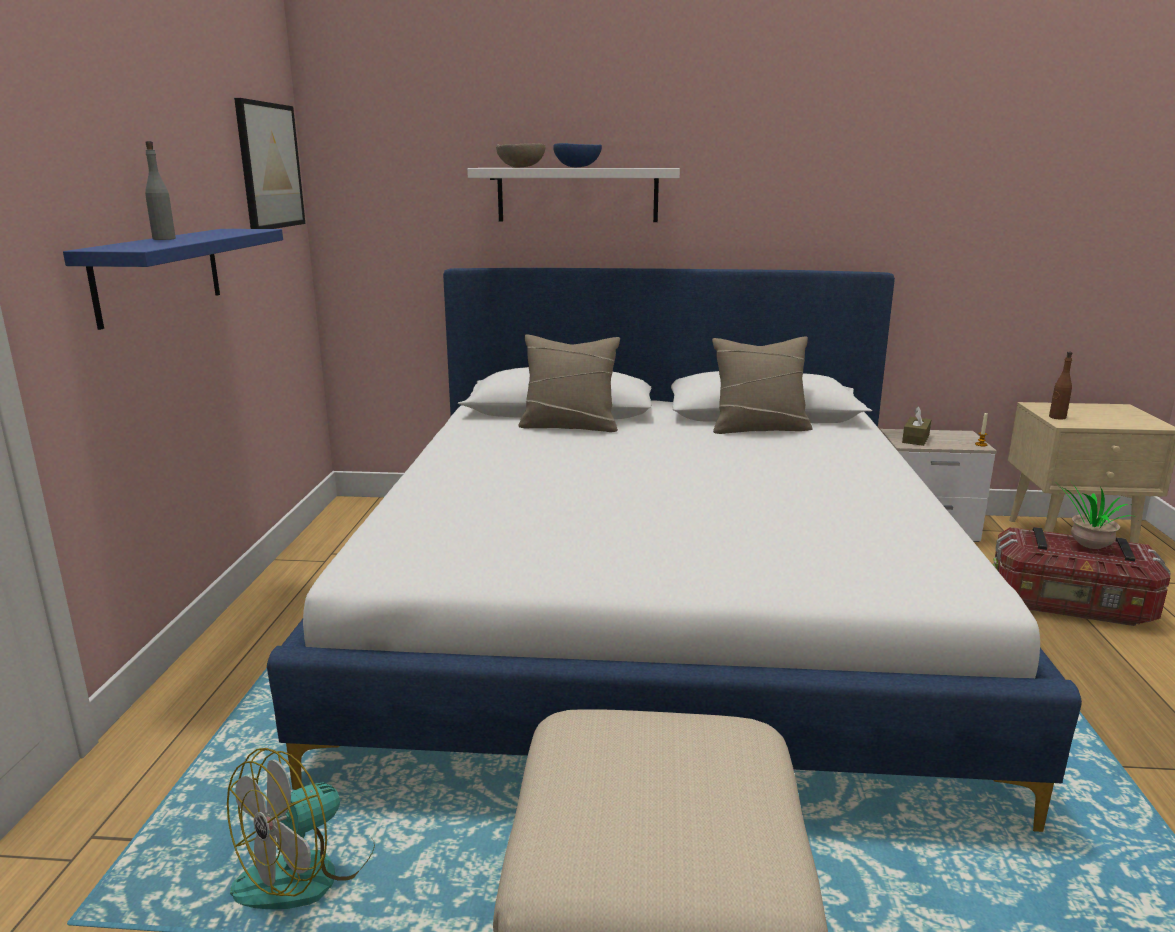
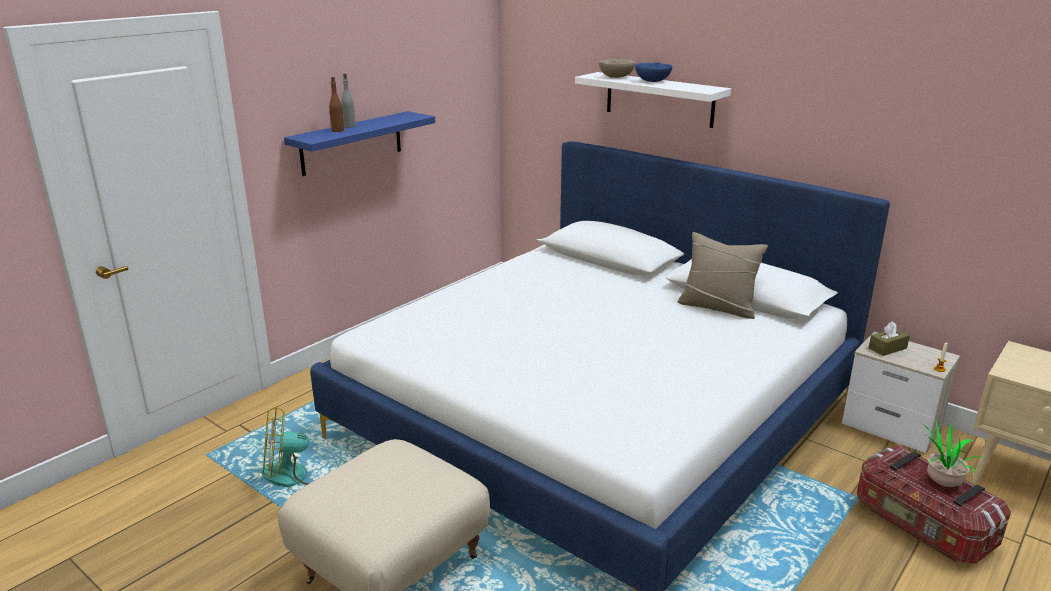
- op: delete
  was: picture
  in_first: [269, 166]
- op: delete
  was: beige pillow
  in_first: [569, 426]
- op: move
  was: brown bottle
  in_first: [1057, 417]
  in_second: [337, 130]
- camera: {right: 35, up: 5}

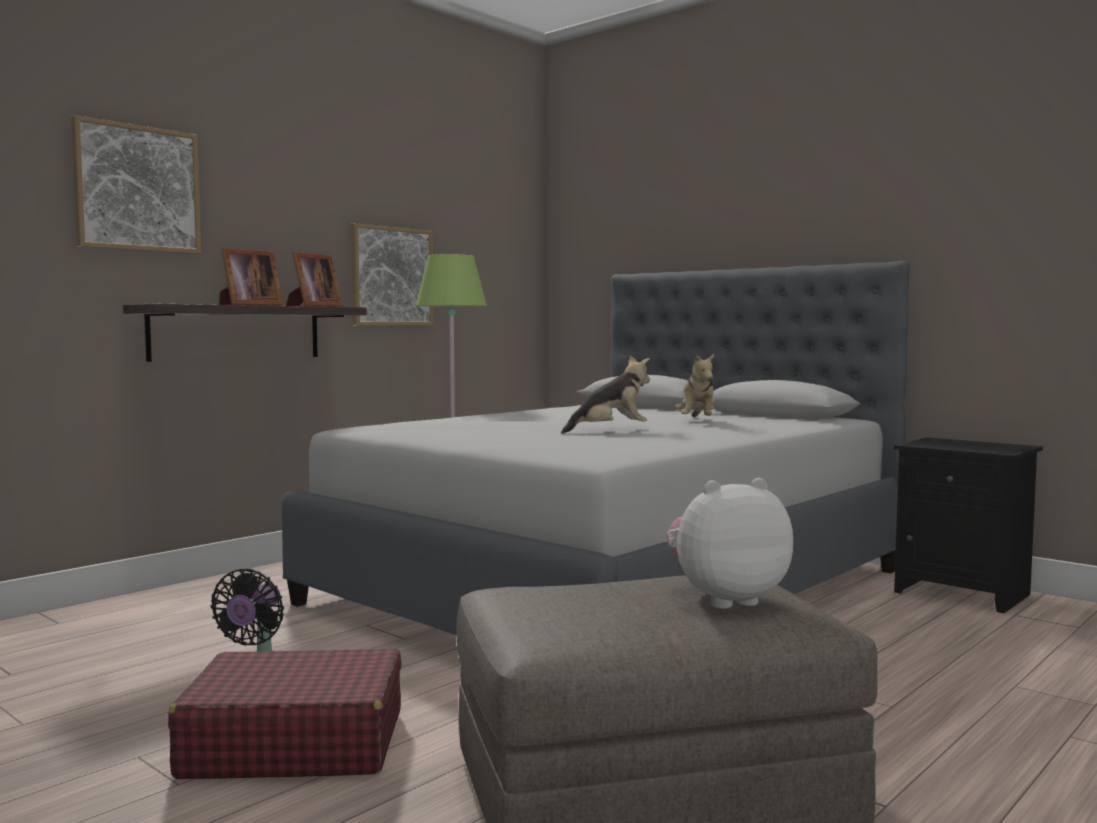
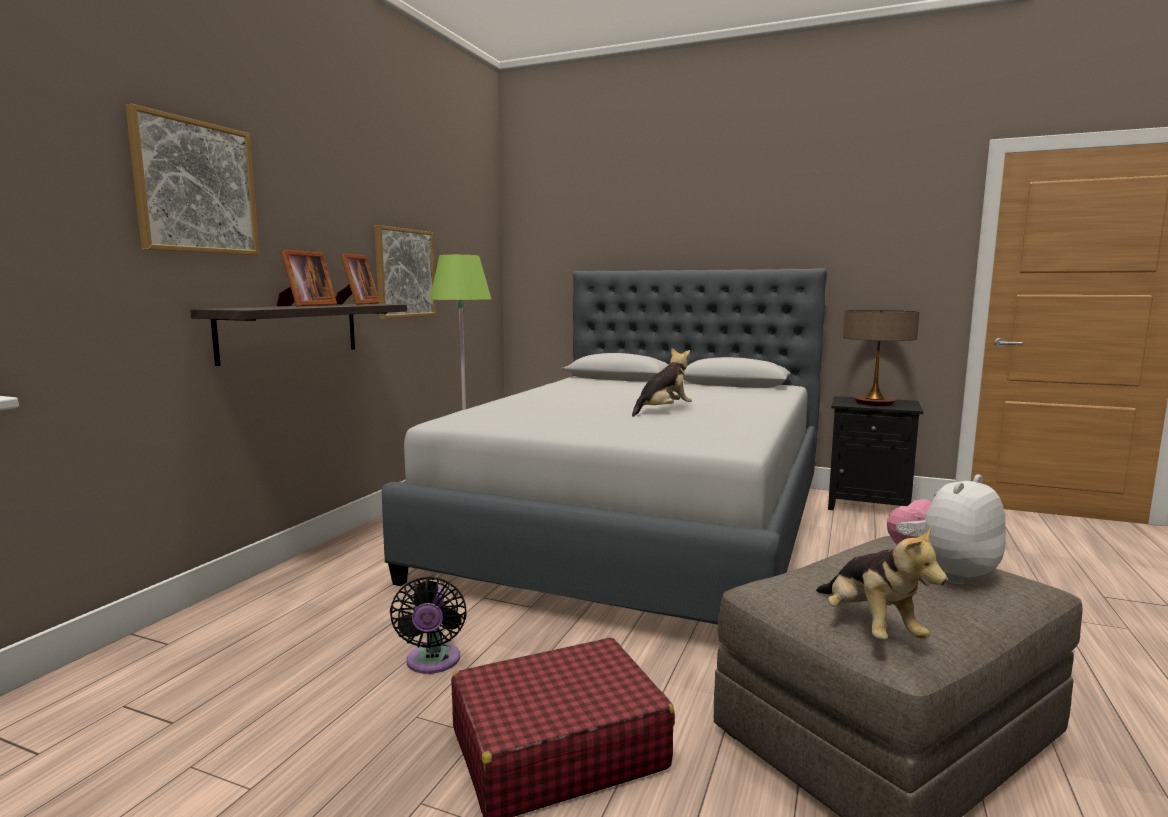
- op: move
  was: plush toy
  in_first: [697, 421]
  in_second: [869, 627]
- op: insert
  now: table lamp
  in_second: [874, 403]
- camera: {right: -20, up: 5}

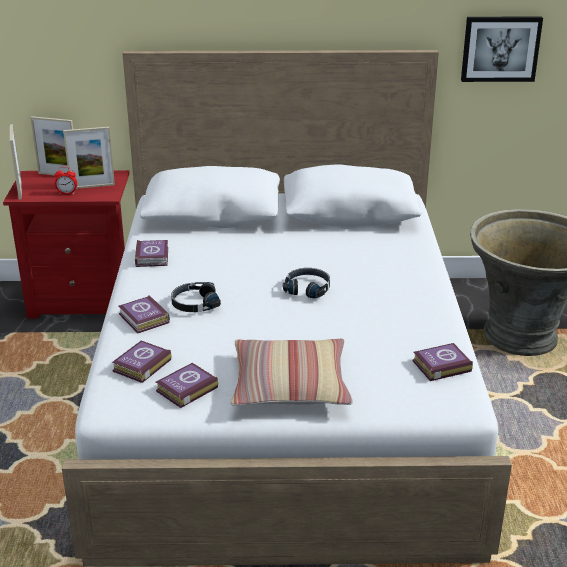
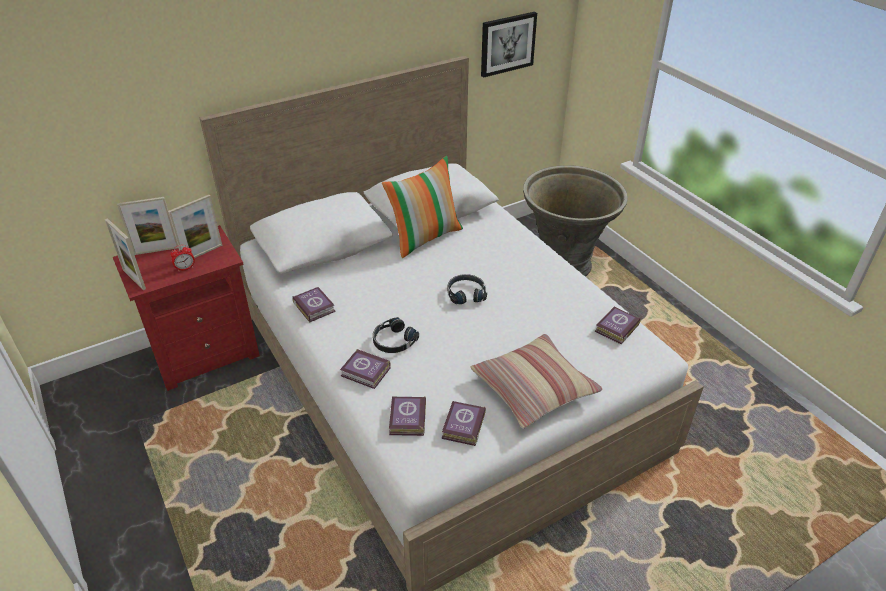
- op: insert
  now: pillow
  in_second: [425, 237]
- camera: {right: -30, up: 10}

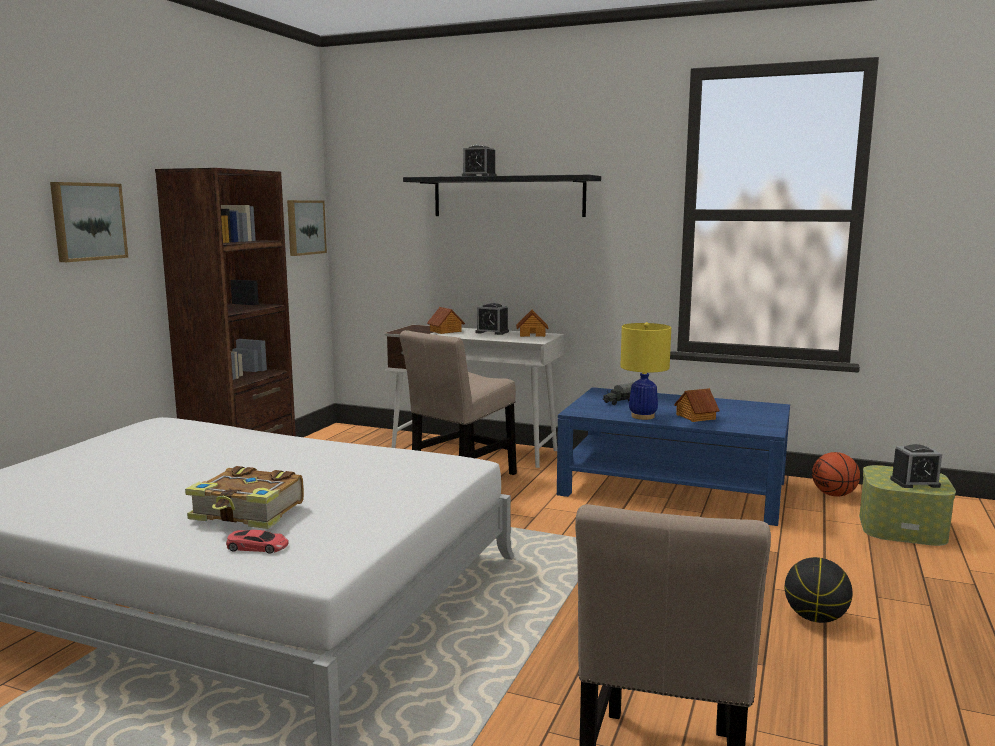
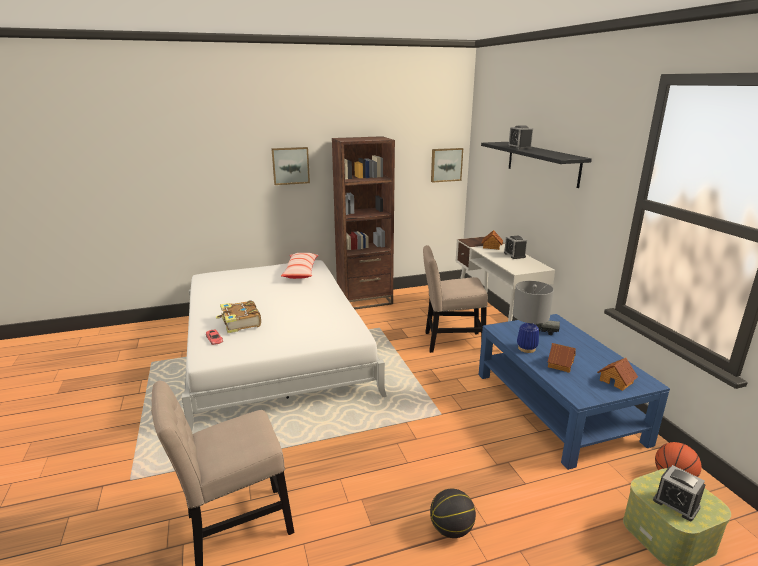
- op: move
  was: toy house
  in_first: [532, 334]
  in_second: [616, 381]
- op: recolor
  was: yellow table lamp
  now: grey table lamp
  in_first: [642, 416]
  in_second: [526, 348]
- op: insert
  now: pillow
  in_second: [301, 271]
- camera: {right: 50, up: 10}

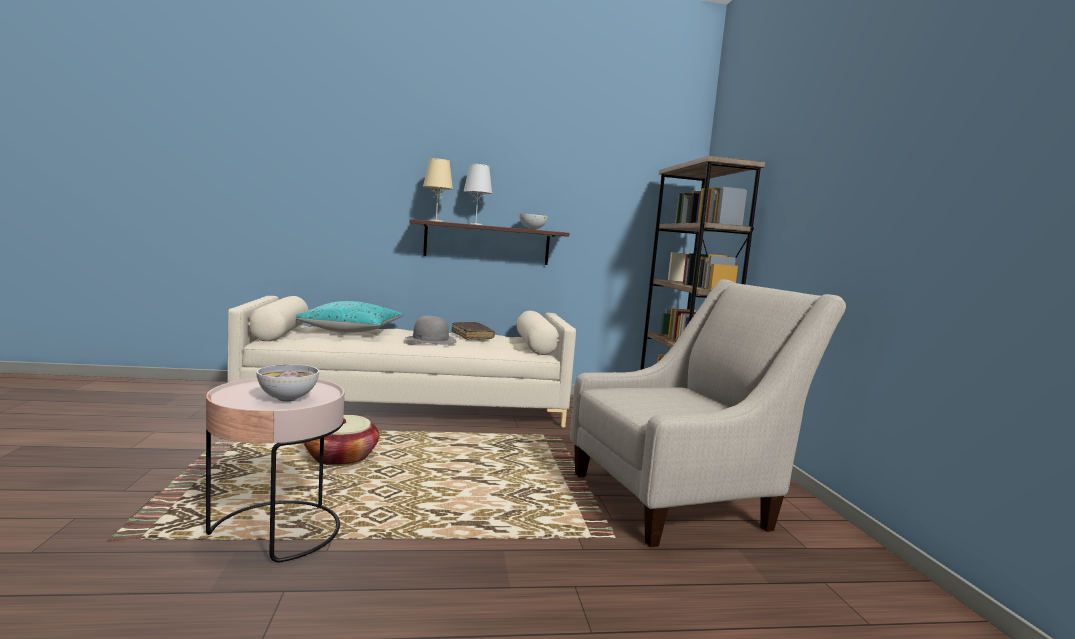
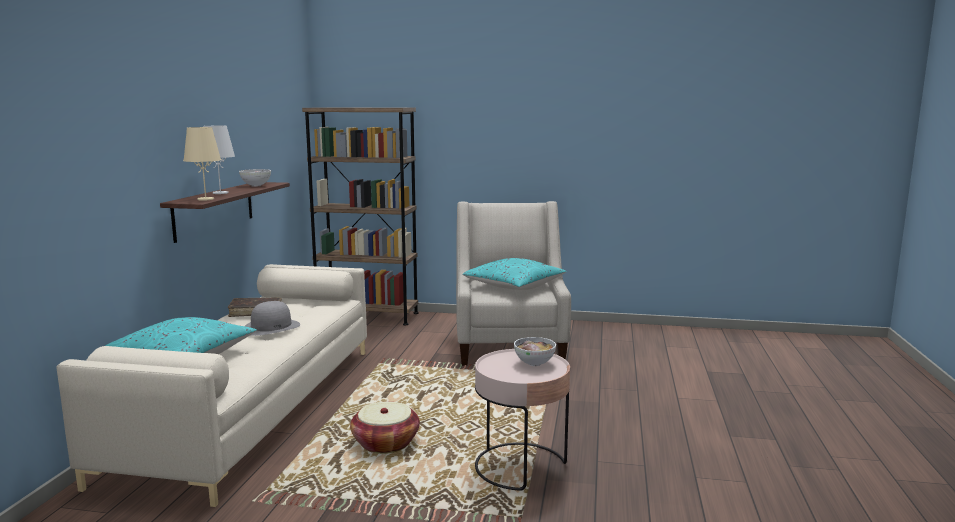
- op: insert
  now: turquoise pillow
  in_second: [514, 286]
- camera: {right: -70, up: 5}

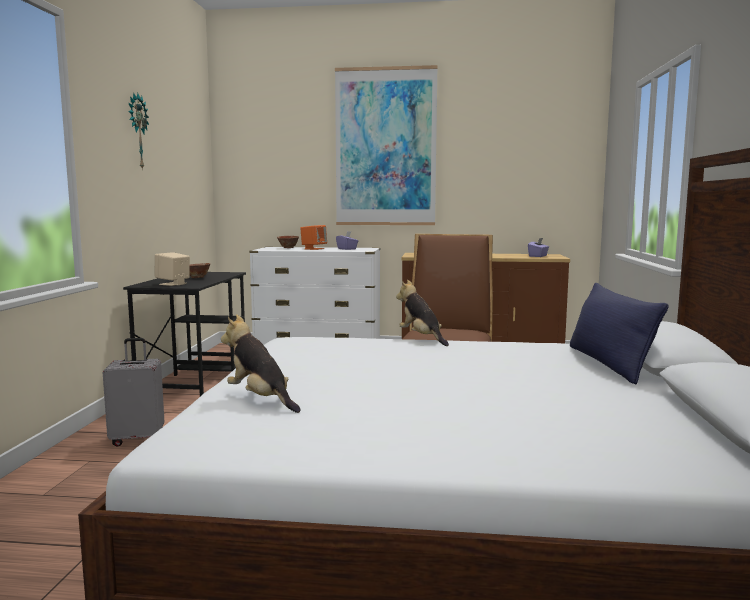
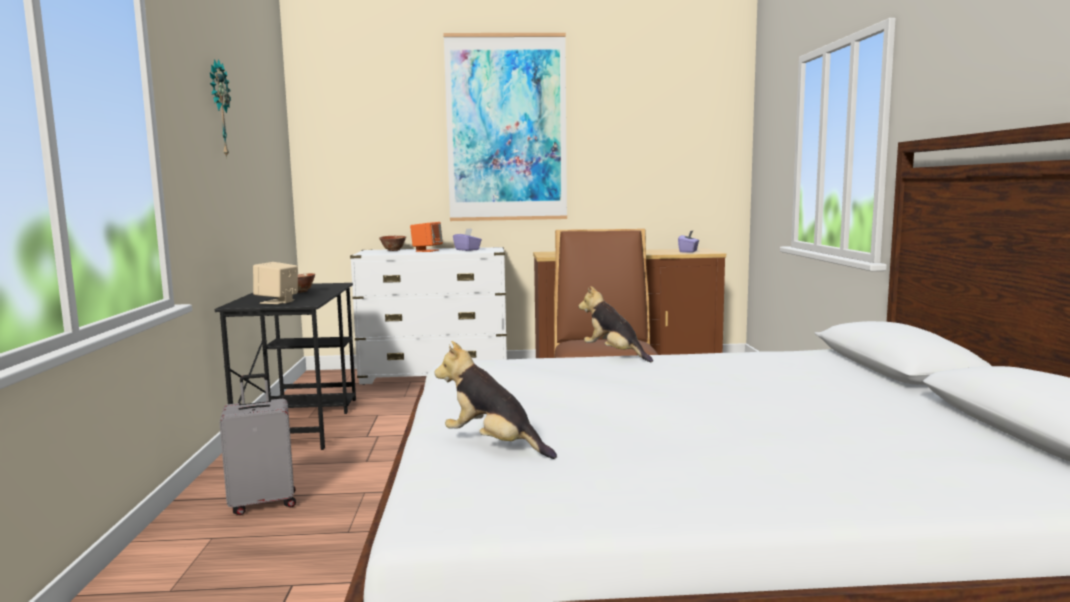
- op: delete
  was: blue pillow
  in_first: [608, 363]
- camera: {right: -10, up: 0}

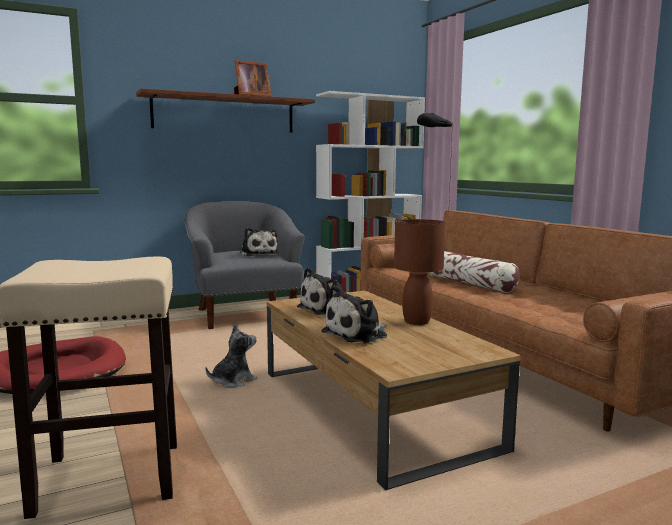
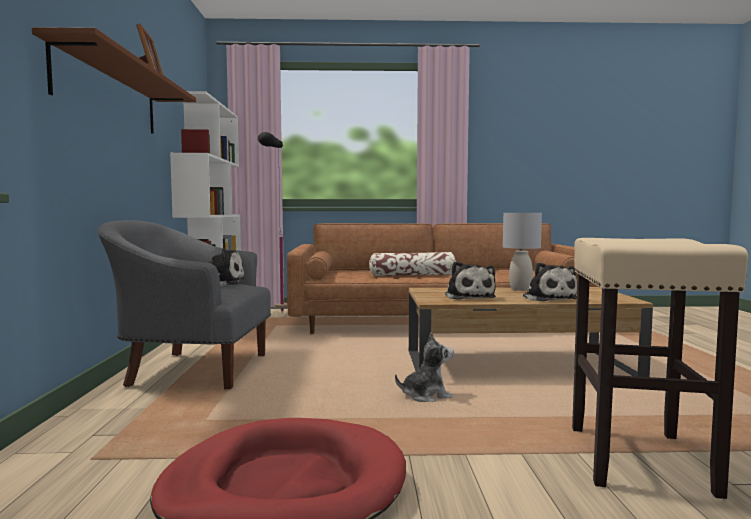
- op: rotate
  was: plush toy
  in_first: [233, 381]
  in_second: [426, 396]
  clockwise: 90
- op: recolor
  was: brown table lamp
  now: grey table lamp
  in_first: [416, 322]
  in_second: [520, 289]
- camera: {right: -65, up: -5}

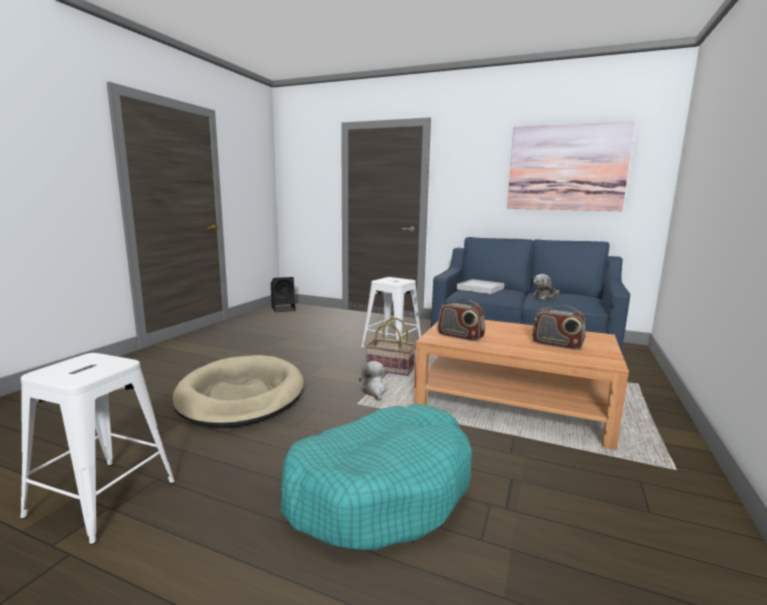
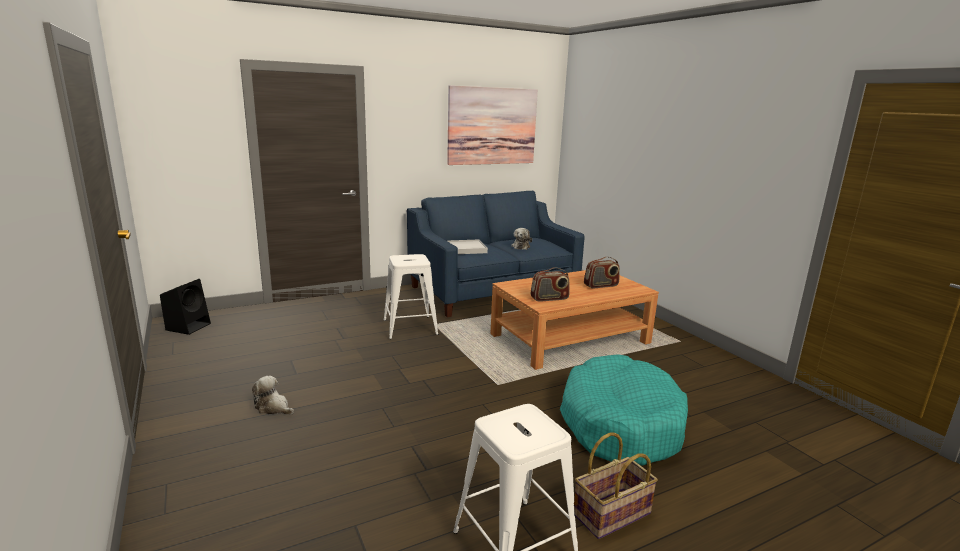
- op: delete
  was: beige dog bed
  in_first: [241, 396]
- op: move
  was: plush toy
  in_first: [374, 391]
  in_second: [273, 408]
- op: move
  was: basket
  in_first: [389, 369]
  in_second: [612, 515]
- camera: {right: -50, up: 5}

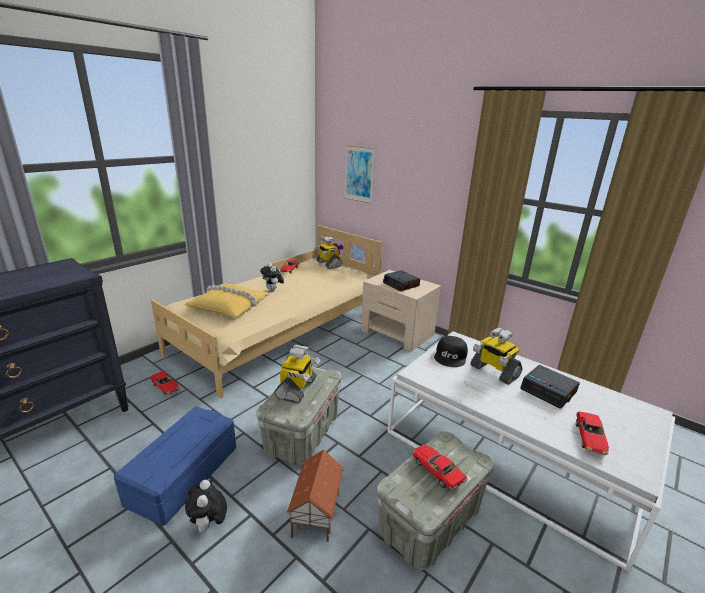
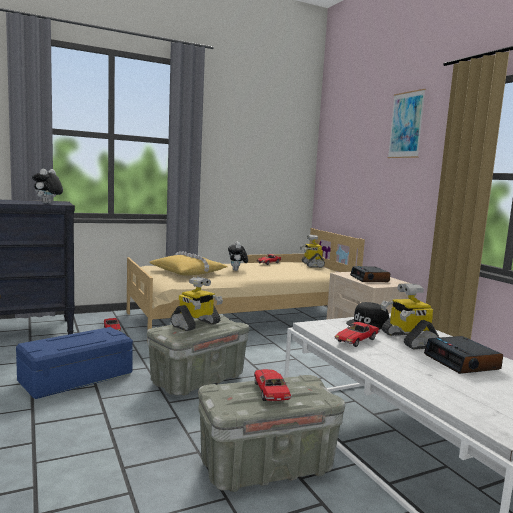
- op: move
  was: plush toy
  in_first: [209, 525]
  in_second: [48, 203]
- op: delete
  was: toy house
  in_first: [315, 514]
- op: move
  was: picture
  in_first: [359, 174]
  in_second: [406, 125]
- op: move
  was: toy car
  in_first: [590, 438]
  in_second: [356, 340]
- camera: {right: 25, up: -15}

